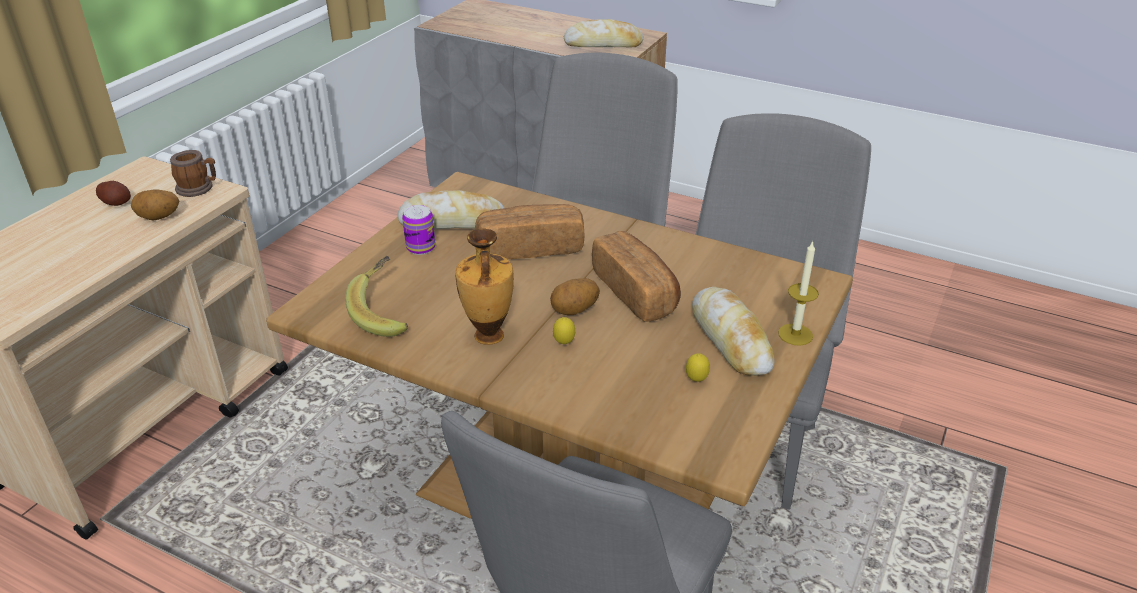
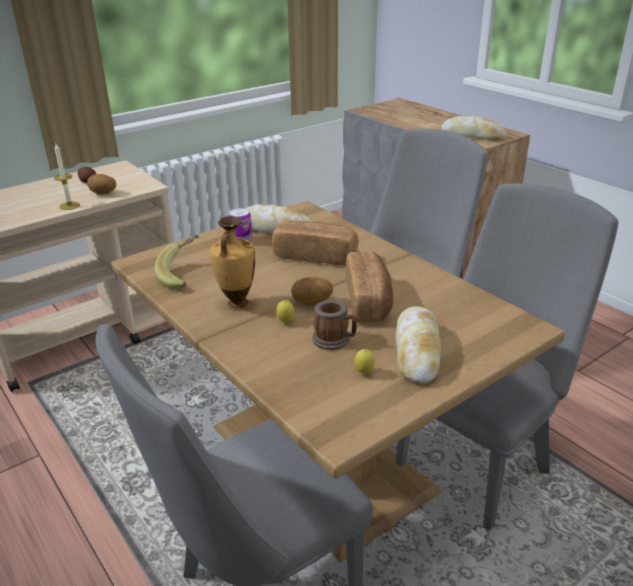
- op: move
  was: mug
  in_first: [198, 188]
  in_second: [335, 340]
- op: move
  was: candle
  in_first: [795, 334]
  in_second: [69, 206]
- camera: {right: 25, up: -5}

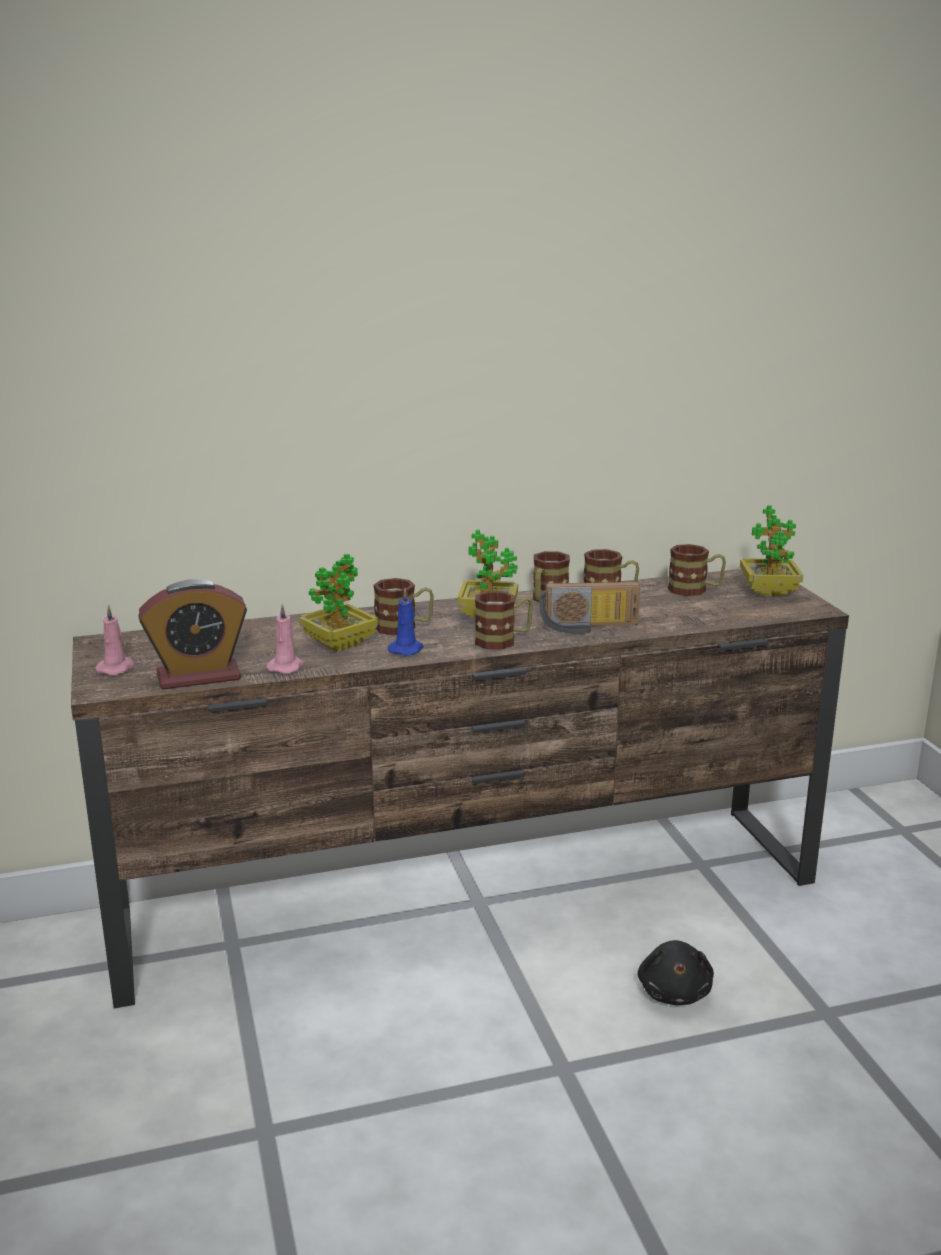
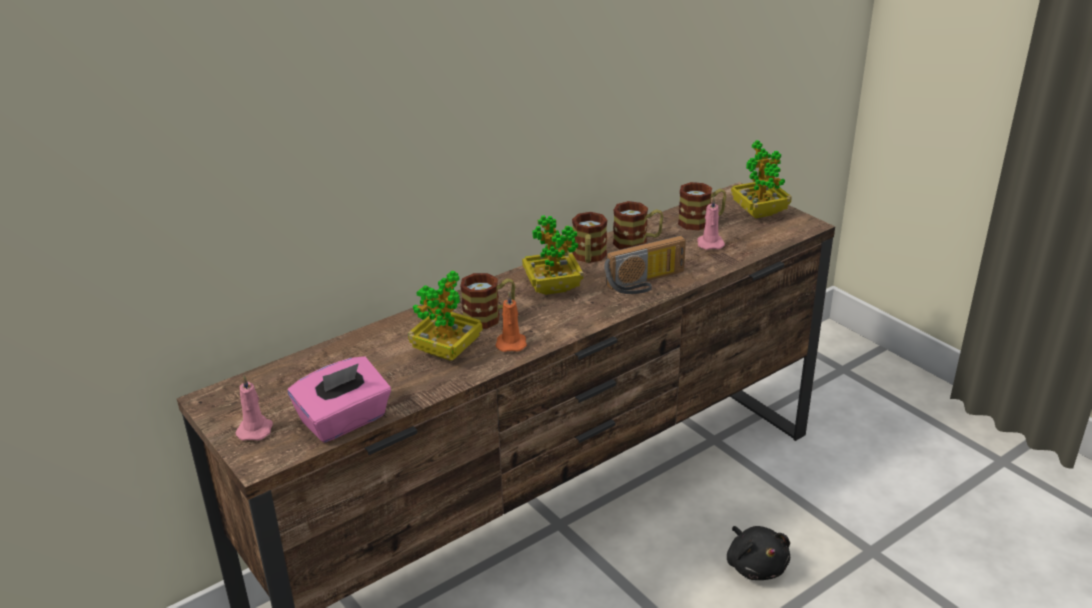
- op: replace
  was: alarm clock
  now: pink tissue box
  in_first: [198, 676]
  in_second: [344, 421]
- op: move
  was: pink candle
  in_first: [287, 667]
  in_second: [709, 243]
- op: recolor
  was: blue candle
  now: orange candle
  in_first: [406, 649]
  in_second: [511, 343]
- op: delete
  was: mug
  in_first: [503, 640]
- camera: {right: -20, up: 10}

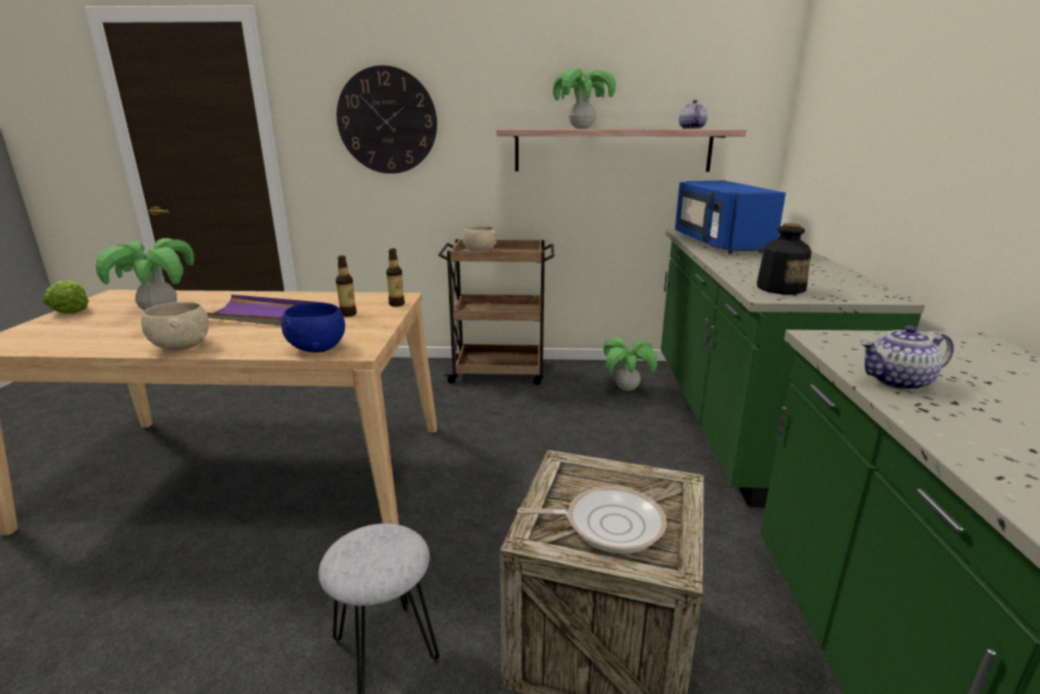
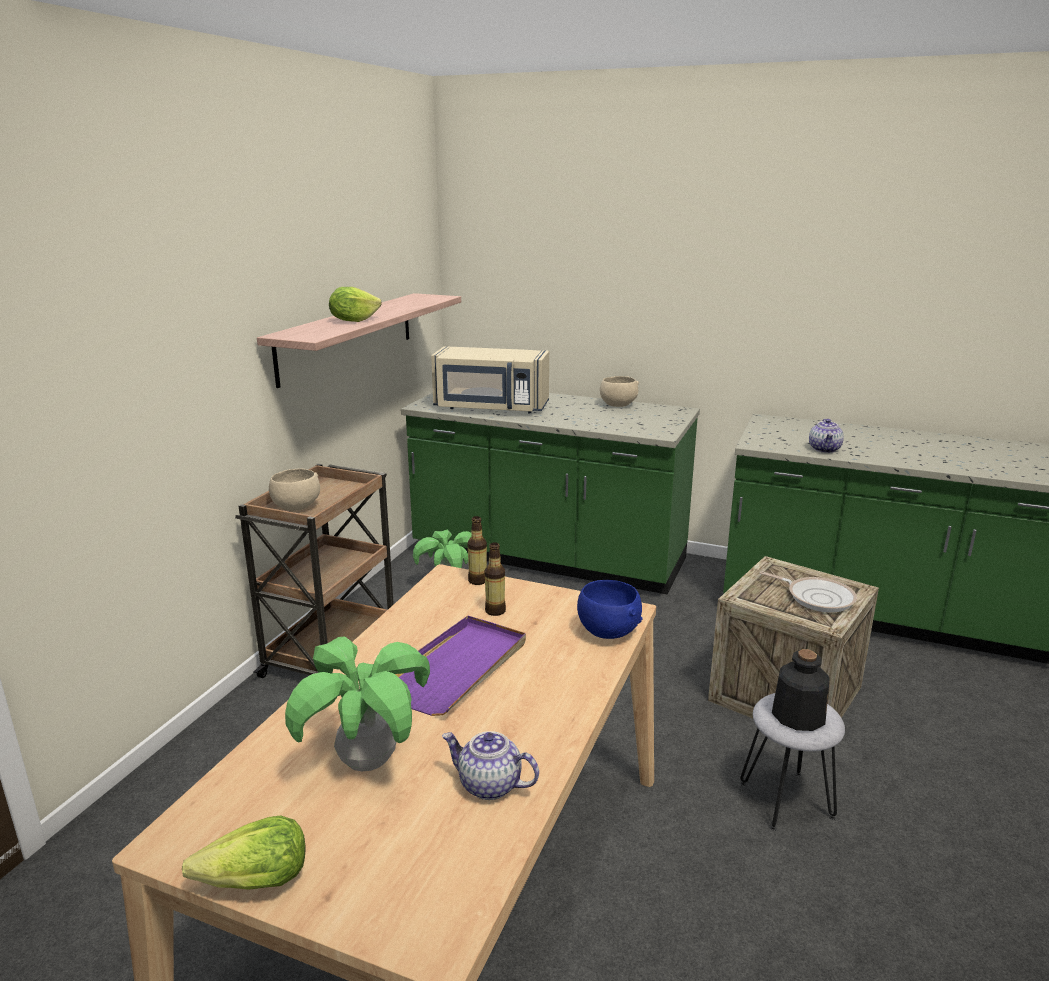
- op: move
  was: beige bowl
  in_first: [181, 346]
  in_second: [617, 405]
- op: delete
  was: wall clock
  in_first: [387, 121]
- op: rotate
  was: frying pan
  in_first: [608, 524]
  in_second: [816, 597]
  clockwise: 105
- op: replace
  was: potted plant
  now: lettuce
  in_first: [581, 128]
  in_second: [353, 321]
- op: recolor
  was: blue microwave
  now: beige microwave
  in_first: [719, 243]
  in_second: [490, 407]
- op: move
  was: teapot
  in_first: [691, 128]
  in_second: [489, 785]
- op: move
  was: bottle
  in_first: [780, 288]
  in_second: [797, 715]
- camera: {right: -70, up: 0}

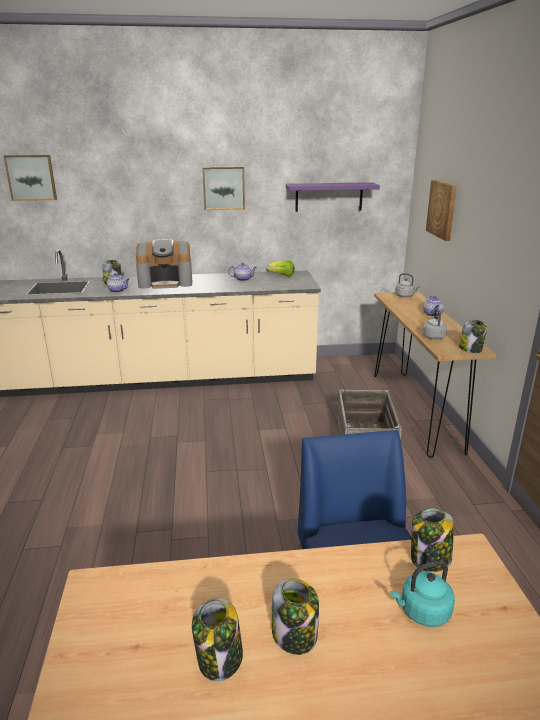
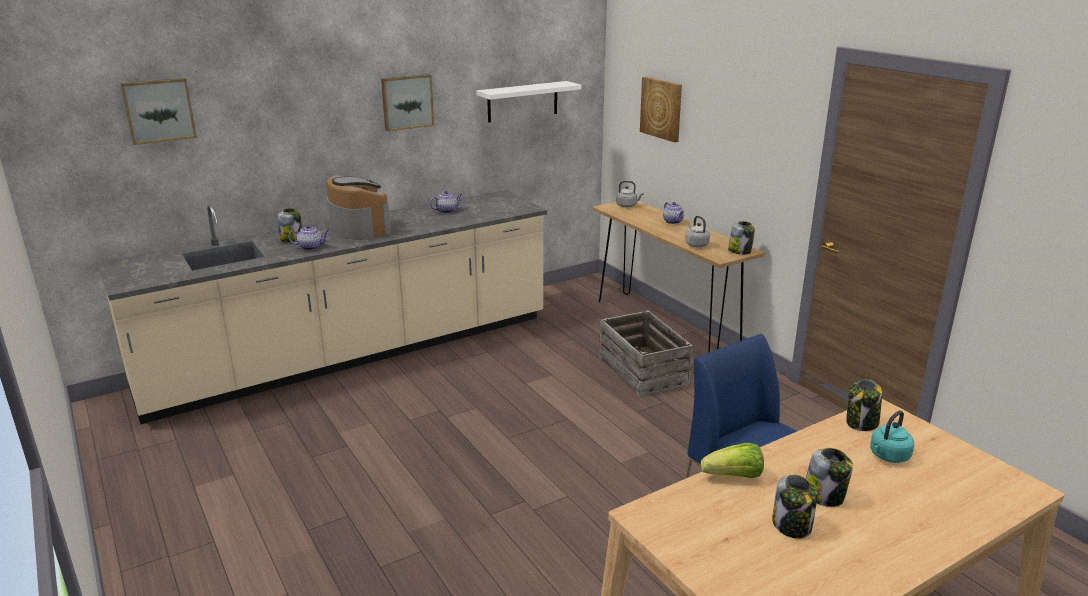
- op: rotate
  was: coffee machine
  in_first: [166, 282]
  in_second: [358, 228]
  clockwise: -90
- op: move
  was: lettuce
  in_first: [282, 275]
  in_second: [734, 476]
- op: recolor
  was: purple shelf
  now: white shelf
  in_first: [329, 197]
  in_second: [522, 101]
- camera: {right: -25, up: 0}

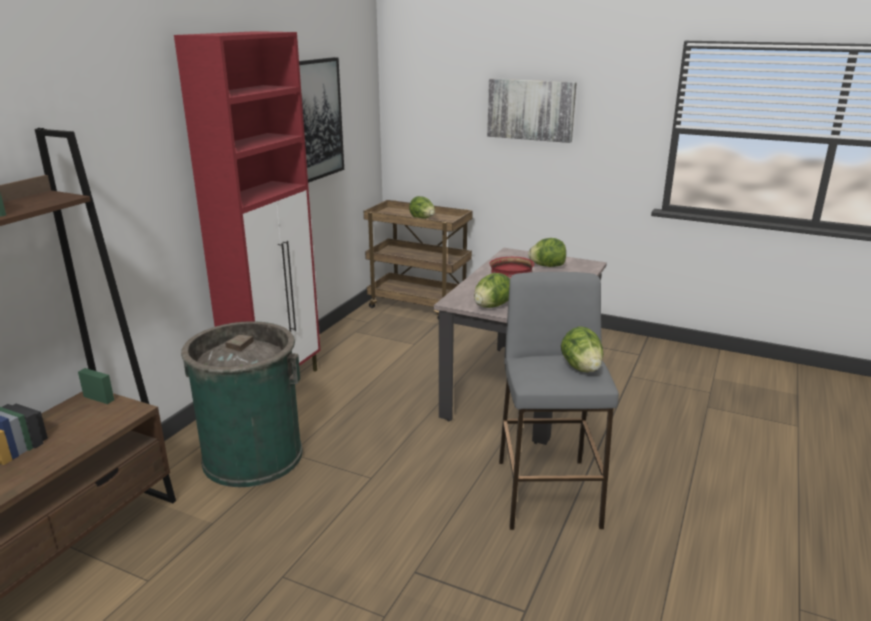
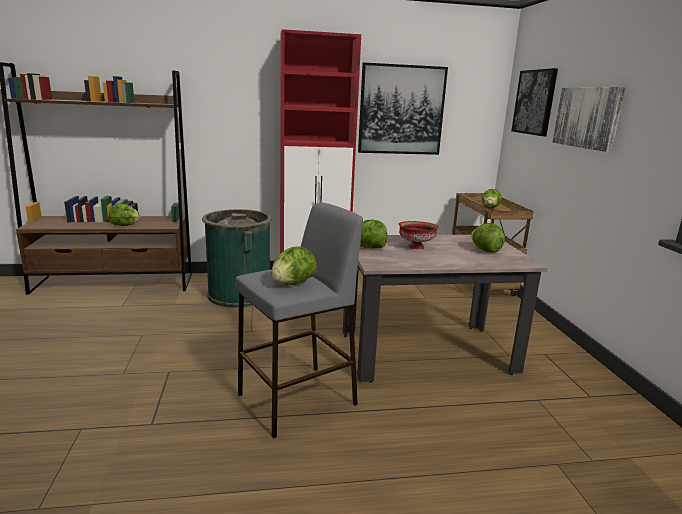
- op: insert
  now: lettuce
  in_second: [125, 225]
- op: insert
  now: picture
  in_second: [534, 102]
- camera: {right: 55, up: -5}

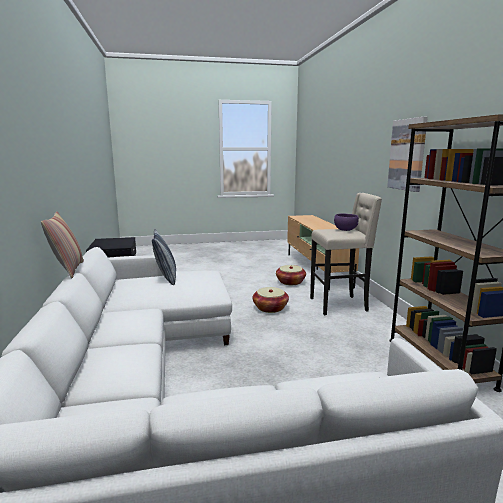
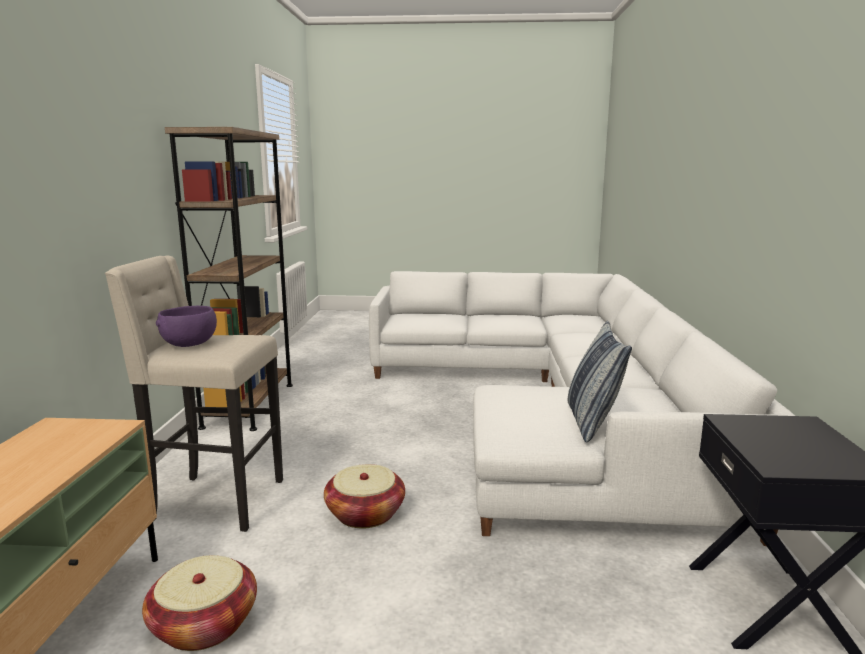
- op: delete
  was: pillow
  in_first: [68, 270]
- op: delete
  was: picture
  in_first: [407, 154]
- camera: {right: -165, up: 0}

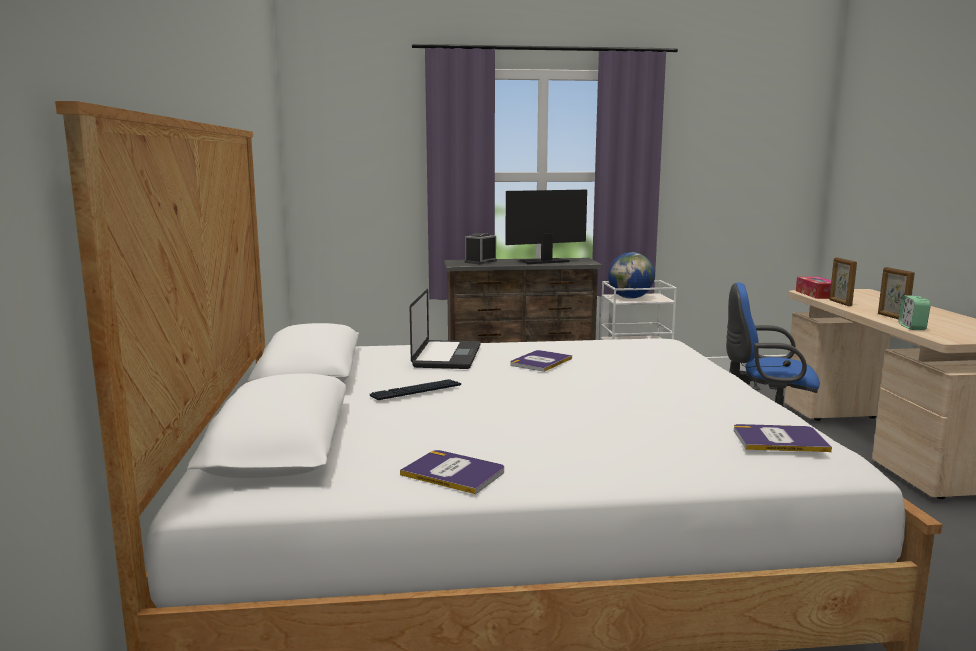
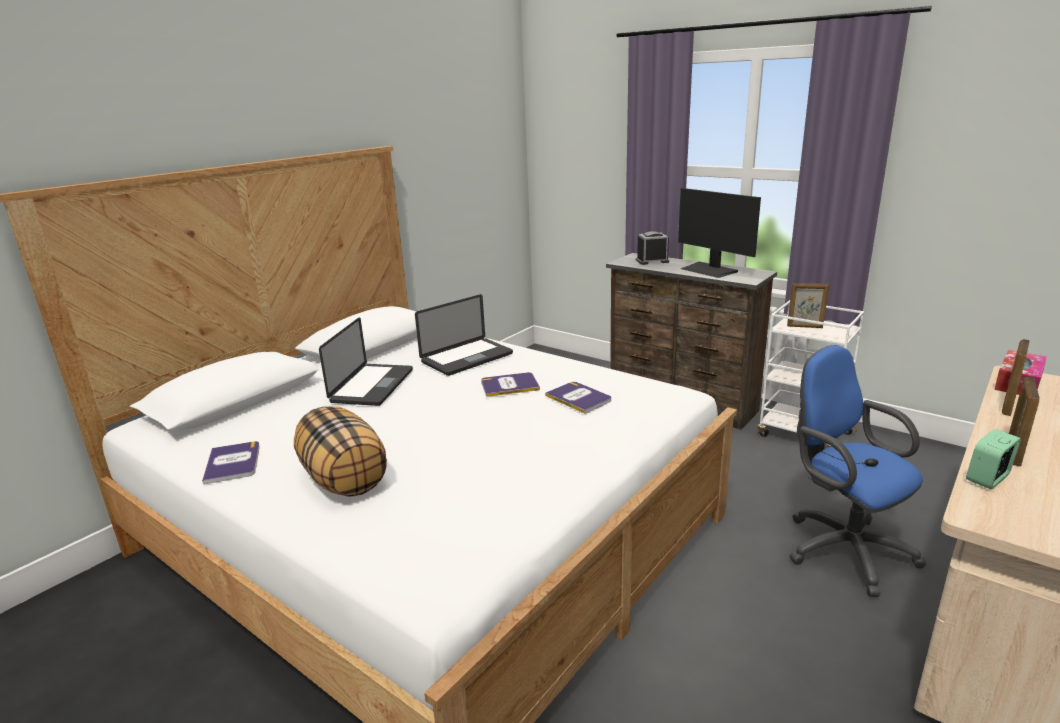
- op: replace
  was: keyboard
  now: laptop
  in_first: [416, 391]
  in_second: [372, 386]
- op: rotate
  was: monitor
  in_first: [543, 261]
  in_second: [709, 270]
  clockwise: -150
- op: replace
  was: globe
  now: picture frame
  in_first: [630, 298]
  in_second: [805, 327]
- op: move
  was: book
  in_first: [779, 440]
  in_second: [579, 398]
- op: insert
  now: pillow
  in_second: [345, 479]
- camera: {right: 45, up: 10}

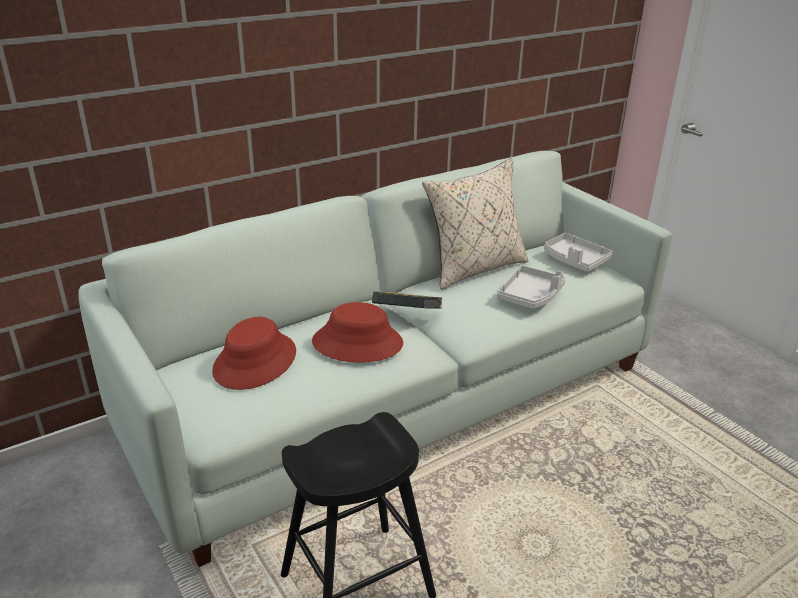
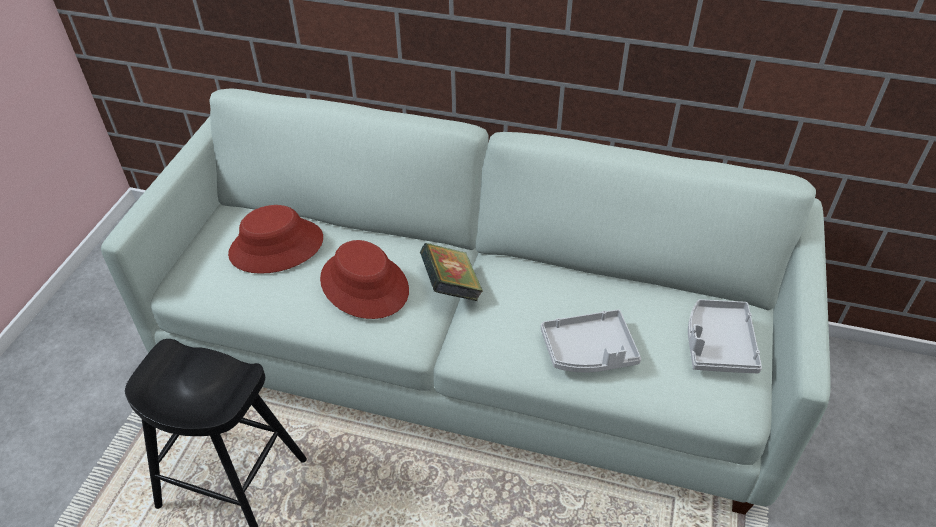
- op: delete
  was: beige pillow
  in_first: [474, 268]
- camera: {right: 50, up: 15}

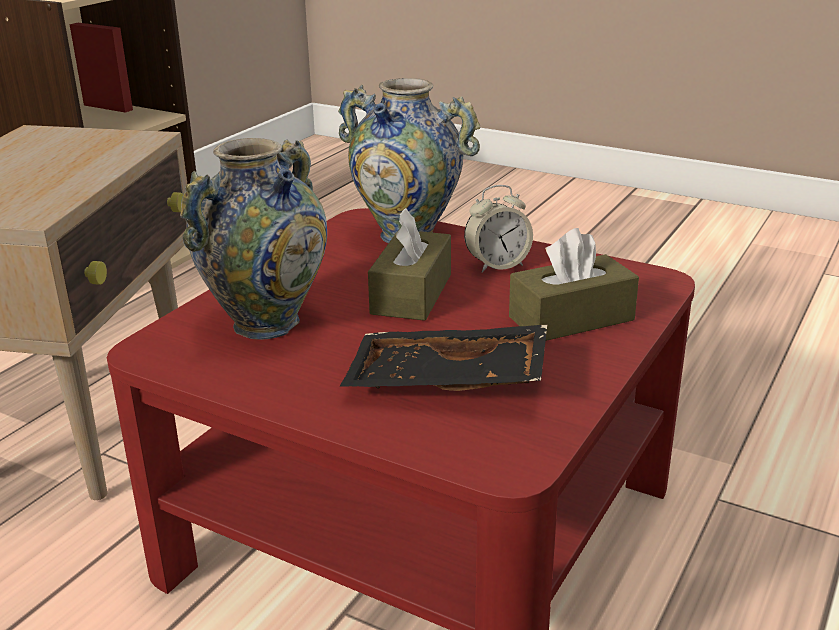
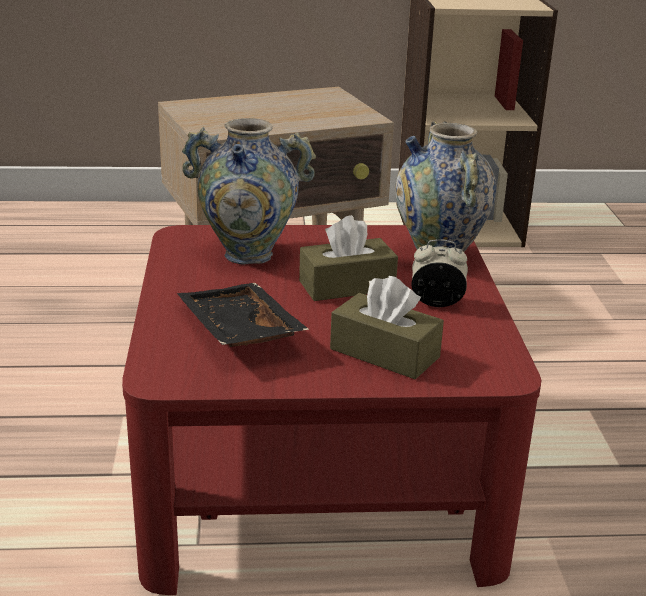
- op: rotate
  was: alarm clock
  in_first: [497, 265]
  in_second: [436, 303]
  clockwise: 150
- camera: {right: 55, up: 0}

